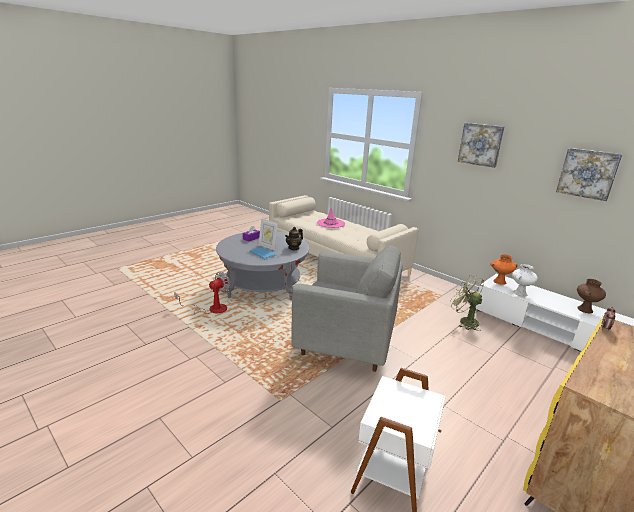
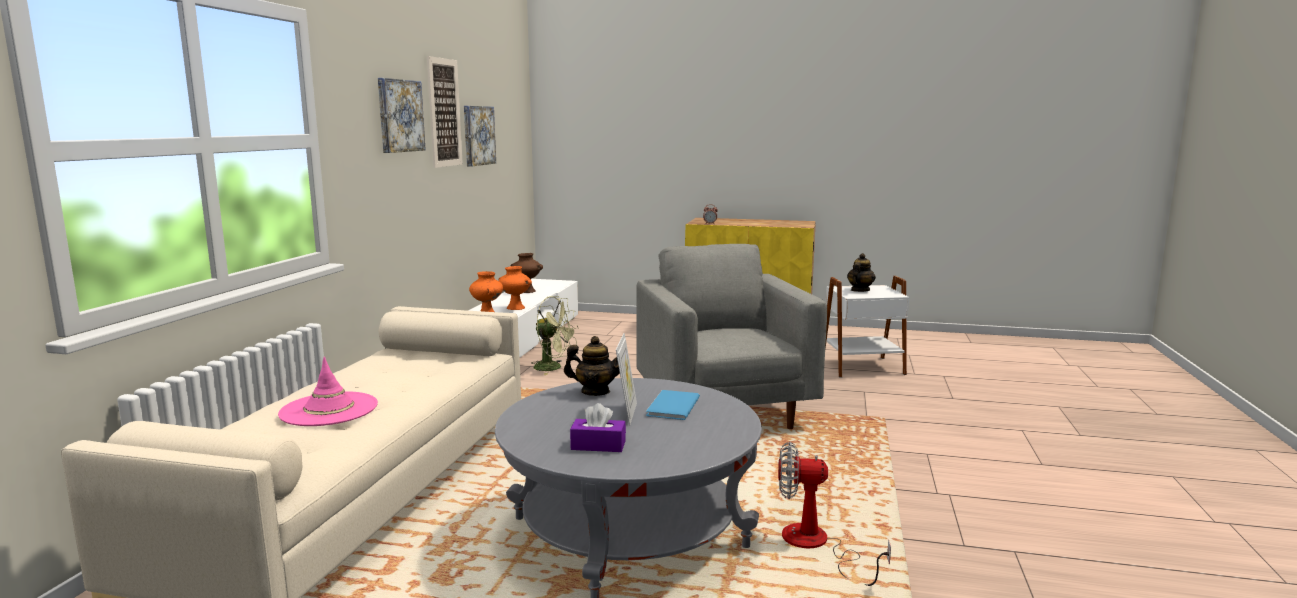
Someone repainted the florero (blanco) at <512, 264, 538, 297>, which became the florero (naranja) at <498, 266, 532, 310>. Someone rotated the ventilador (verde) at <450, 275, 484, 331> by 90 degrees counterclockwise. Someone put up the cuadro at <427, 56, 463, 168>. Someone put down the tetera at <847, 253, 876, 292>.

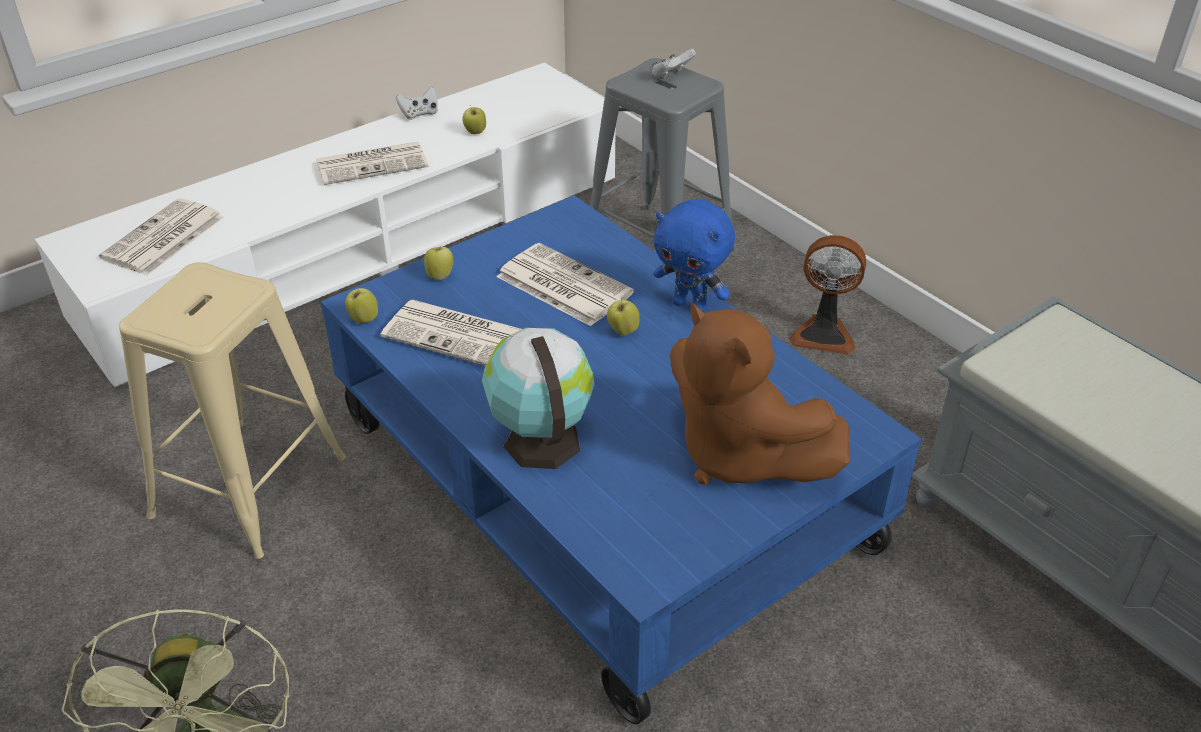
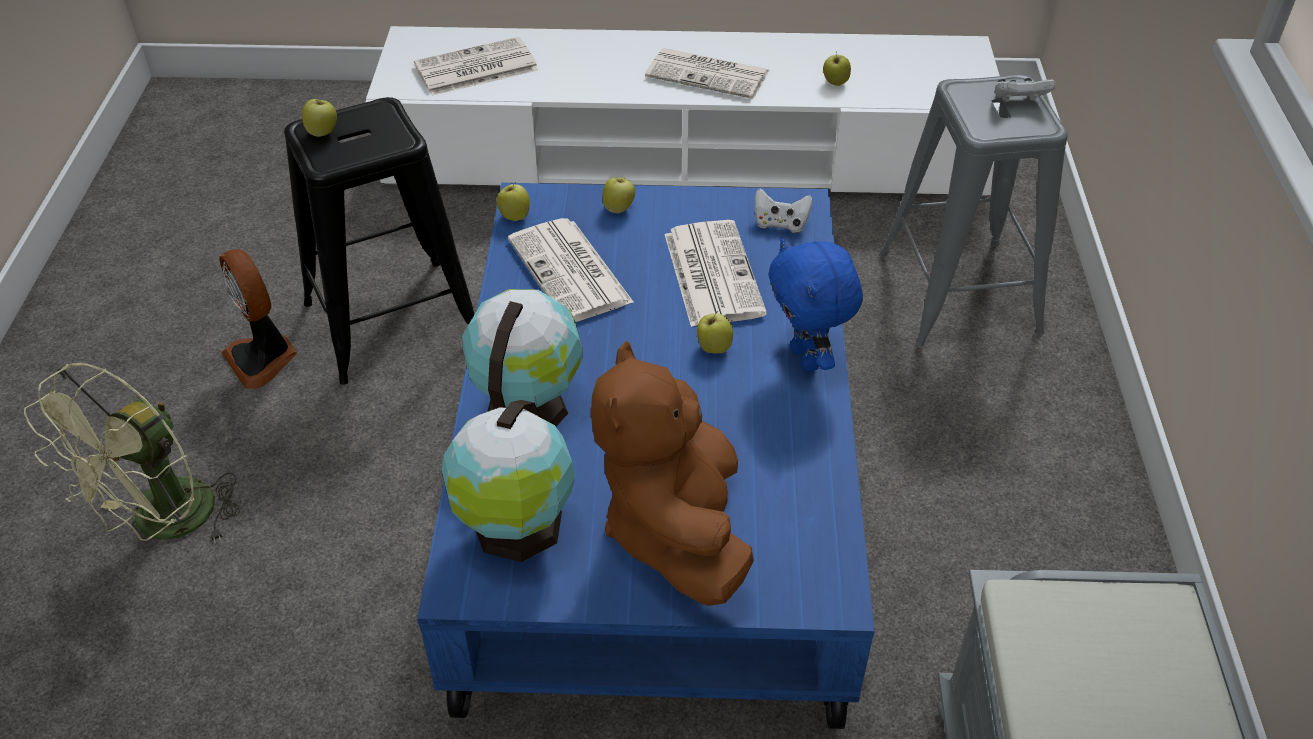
Someone carried the mando de consola (blanco) from <396, 86, 438, 120> to <755, 188, 812, 233>. Someone carried the ventilador from <789, 235, 866, 354> to <219, 249, 297, 389>. Someone repainted the taburete (beis) at <119, 262, 346, 559>, which became the taburete (negro) at <284, 97, 475, 385>. Someone put down the manzana at <302, 99, 337, 137>. Someone put down the globo terráqueo at <442, 400, 575, 562>.

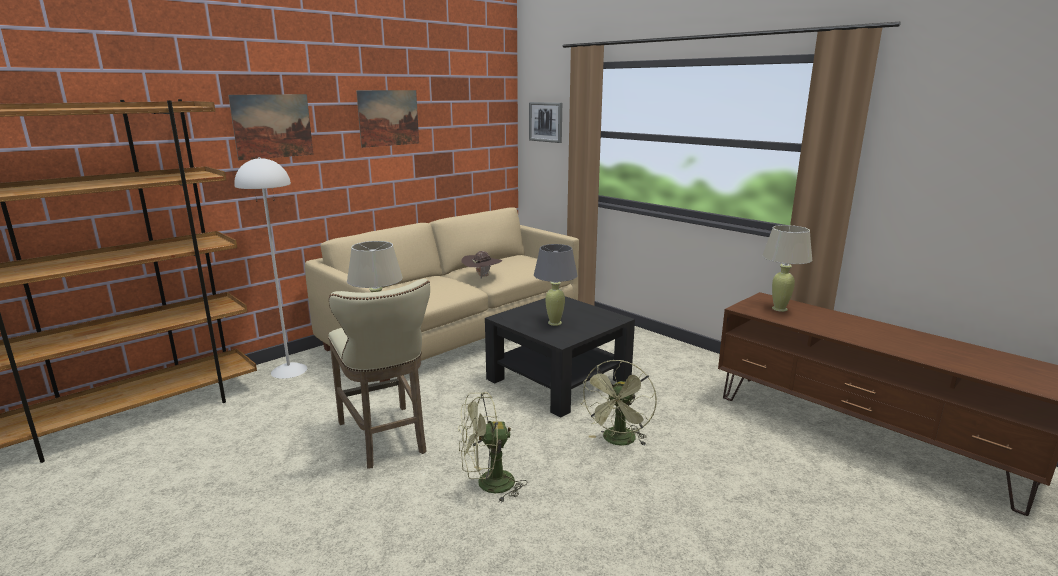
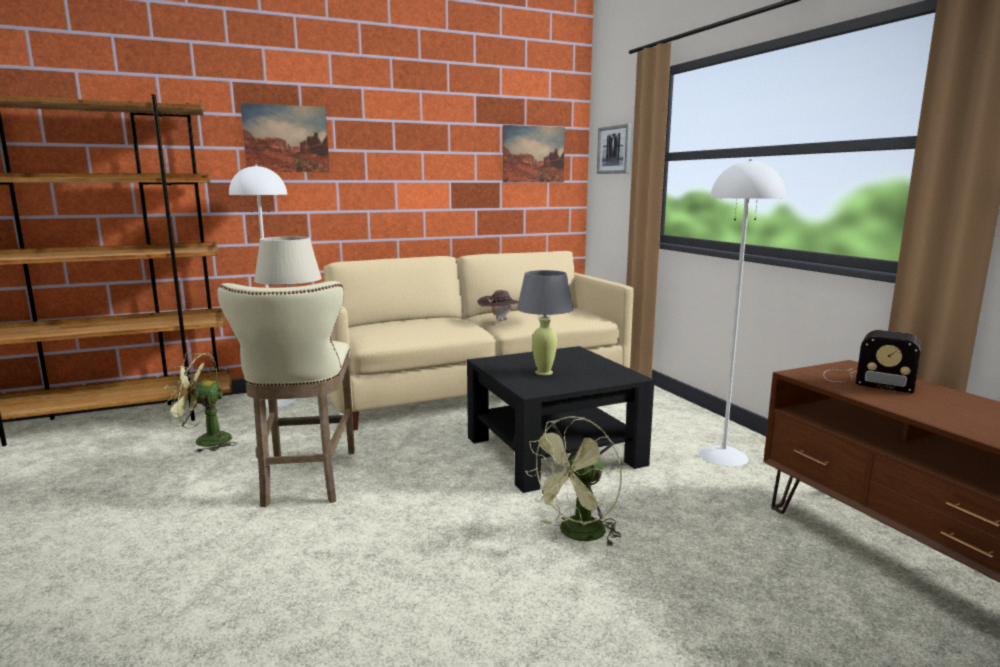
Someone carried the cuadro from <356, 90, 419, 148> to <503, 125, 565, 183>. Someone swapped the lámpara de mesa (beis) at <762, 225, 812, 312> for the radio at <823, 330, 922, 394>. Someone carried the ventilador (verde) from <458, 392, 528, 503> to <164, 353, 237, 452>. Someone put down the lámpara de pie (blanco) at <699, 159, 786, 467>.

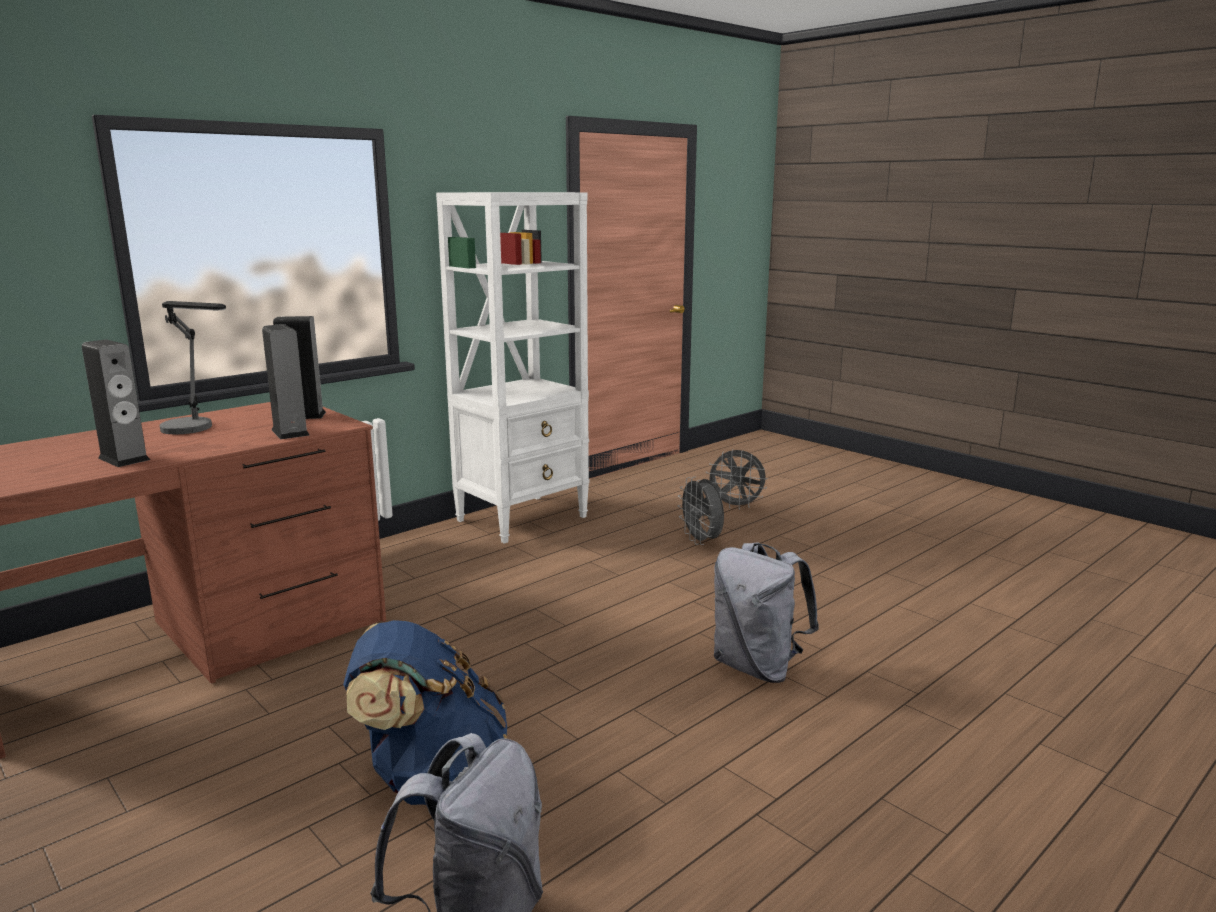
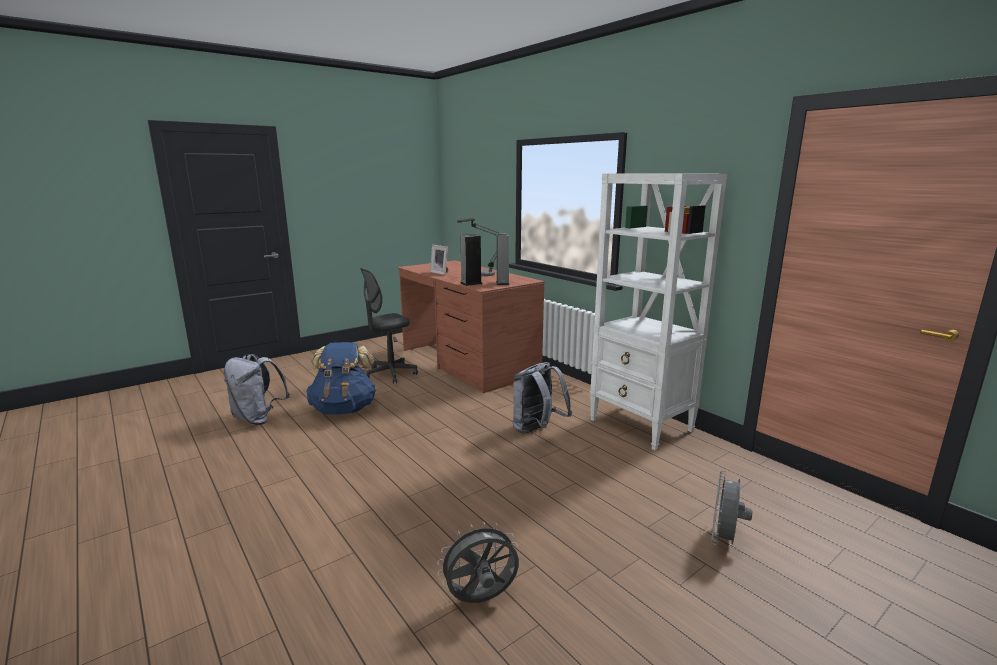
Someone swapped the altavoz at <82, 340, 150, 467> for the portarretratos at <430, 245, 448, 275>. Someone carried the ventilador (gris) from <678, 477, 724, 545> to <437, 521, 519, 603>. Someone carried the mochila (gris) from <714, 542, 819, 683> to <513, 362, 572, 433>. Someone put down the silla de oficina (gris) at <360, 268, 418, 384>.

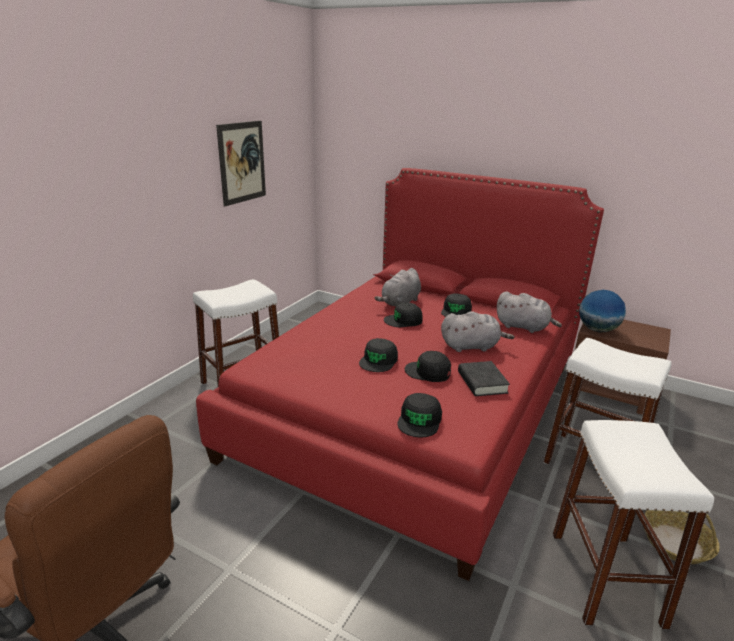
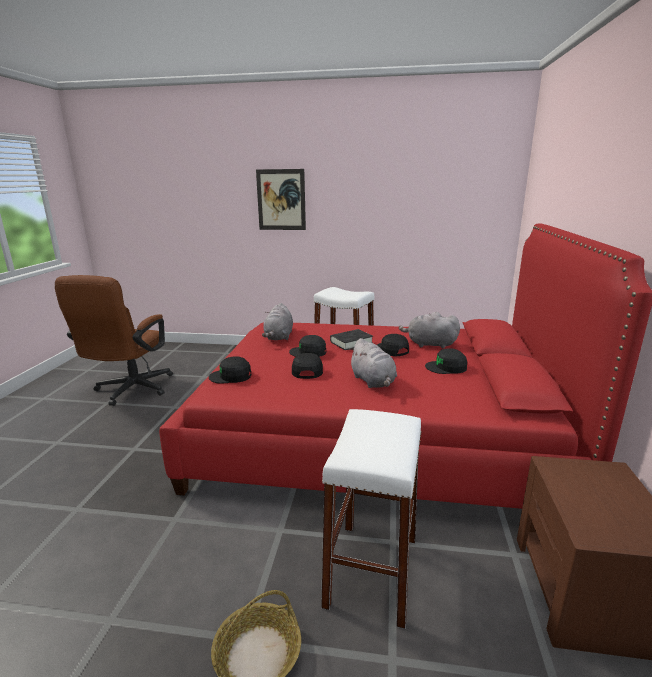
Someone carried the cuadro from <216, 121, 266, 207> to <256, 169, 306, 230>. Someone took away the globo terráqueo at <579, 290, 626, 333>. Someone carried the peluche (gris) from <496, 291, 562, 333> to <262, 303, 293, 340>. Someone carried the libro (negro) from <458, 361, 510, 396> to <330, 329, 373, 350>. Someone took away the taburete (blanco) at <553, 420, 714, 629>.

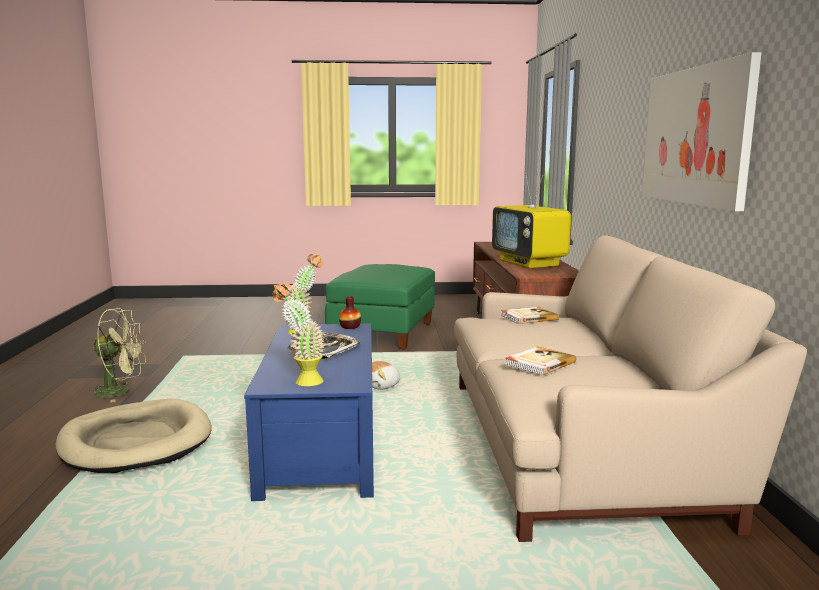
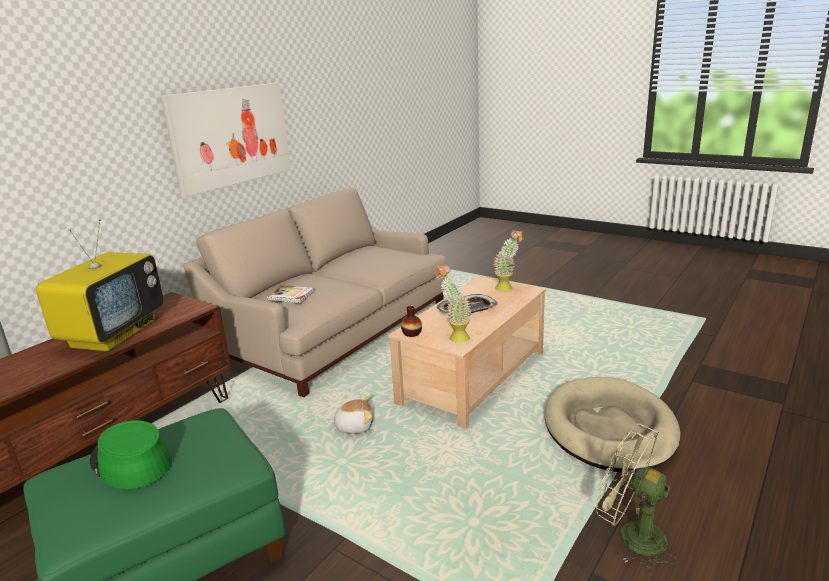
Someone repainted the mesa de centro (azul) at <244, 324, 374, 501>, which became the mesa de centro (beis) at <388, 276, 546, 429>. Someone took away the libro at <505, 346, 576, 376>. Someone put down the sombrero (verde) at <90, 420, 172, 489>.

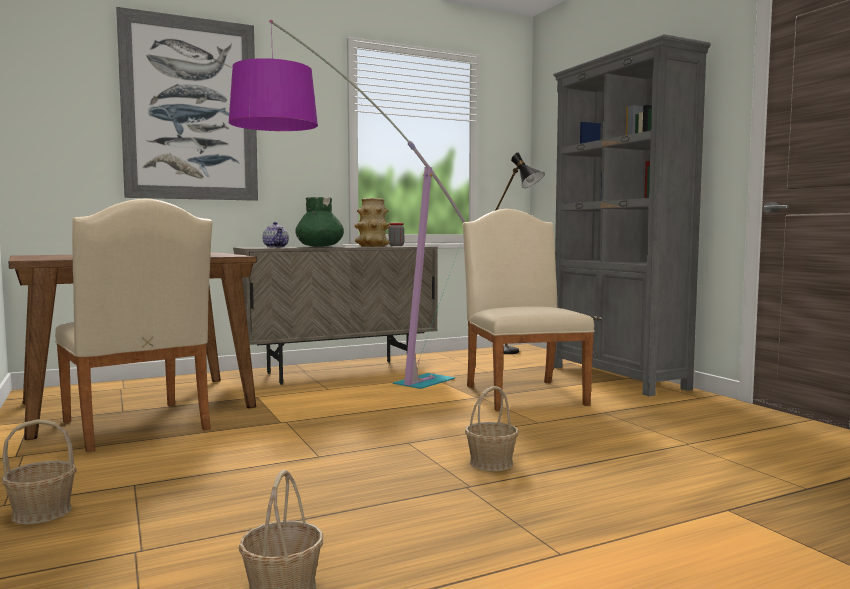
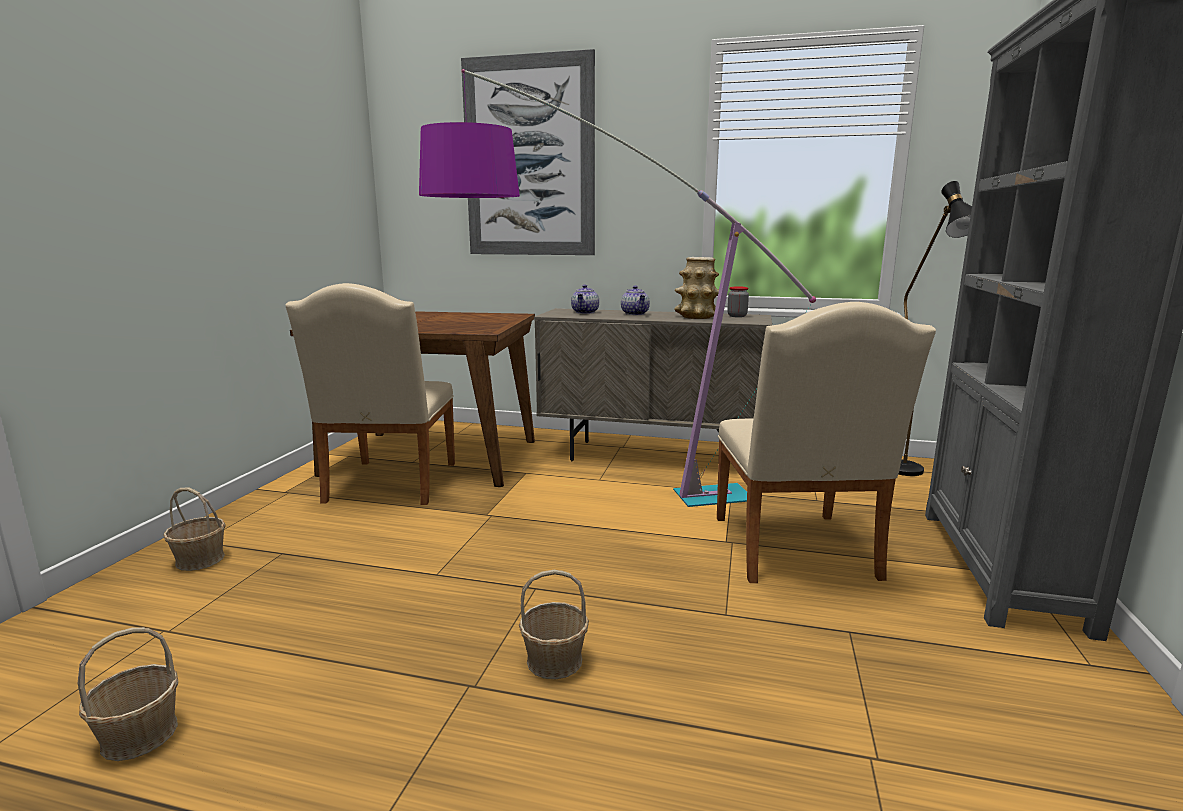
Someone swapped the florero (verde) at <295, 197, 344, 247> for the tetera at <621, 285, 650, 315>. Someone rotated the silla (beis) at <463, 209, 595, 411> by 150 degrees clockwise.

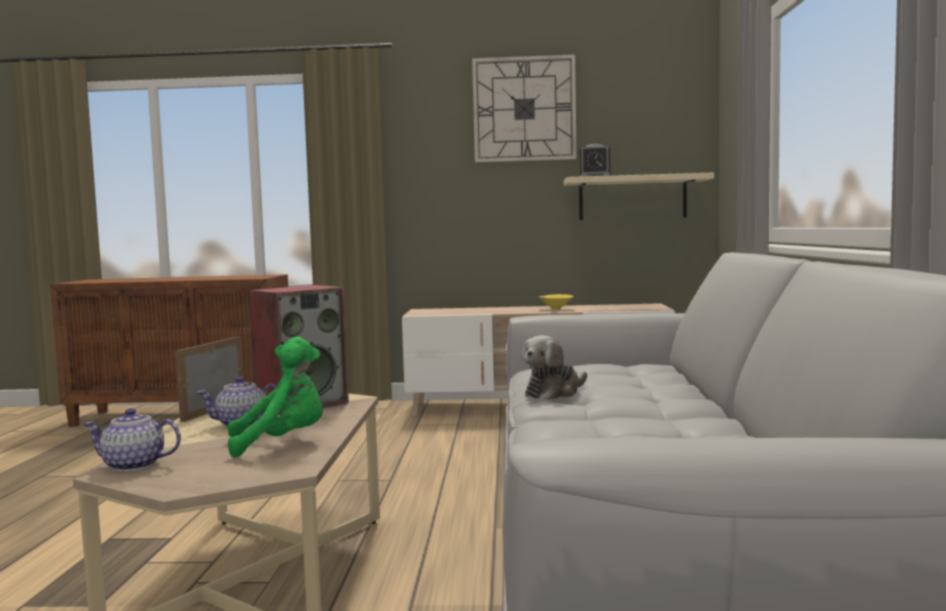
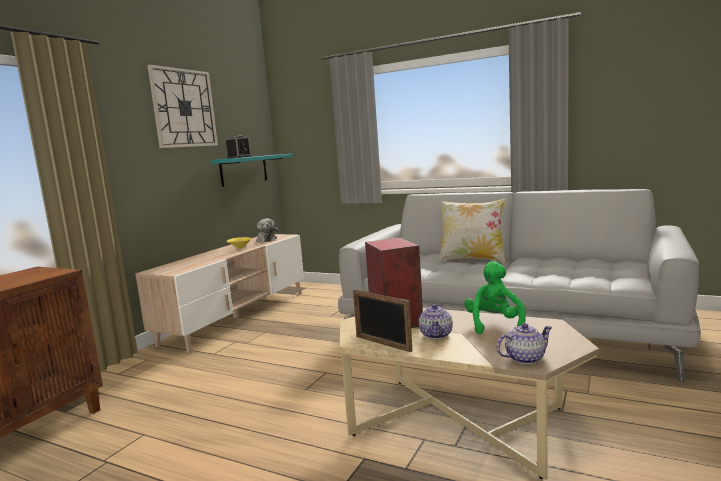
Someone repainted the estante (beis) at <564, 172, 714, 220>, which became the estante (turquesa) at <211, 154, 293, 187>. Someone carried the peluche from <521, 335, 587, 400> to <256, 219, 278, 242>. Someone rotated the tetera at <83, 408, 181, 472> by 135 degrees counterclockwise. Someone put down the cojín at <439, 198, 506, 263>.

